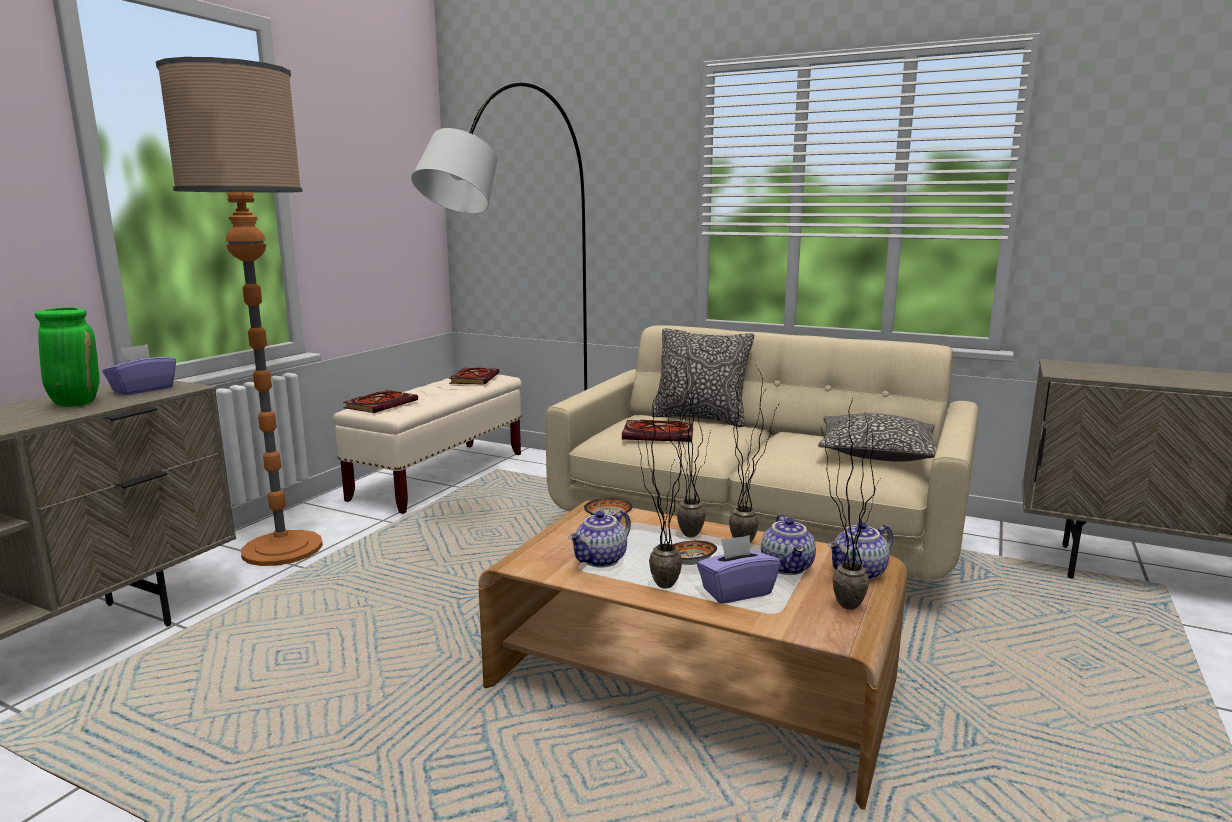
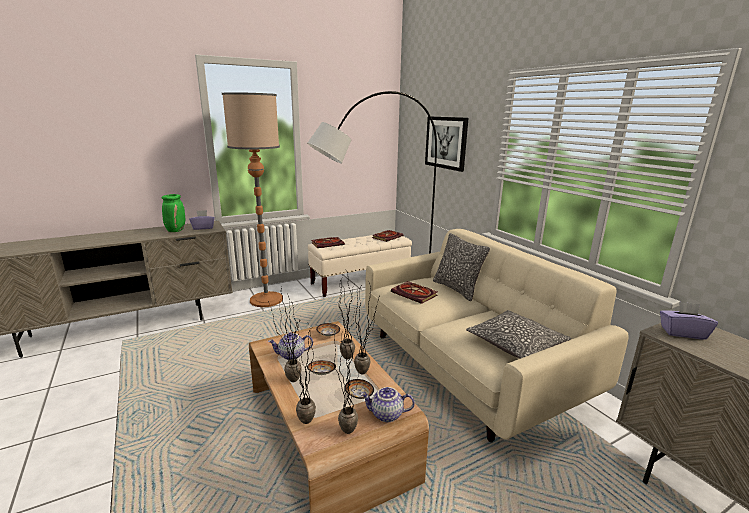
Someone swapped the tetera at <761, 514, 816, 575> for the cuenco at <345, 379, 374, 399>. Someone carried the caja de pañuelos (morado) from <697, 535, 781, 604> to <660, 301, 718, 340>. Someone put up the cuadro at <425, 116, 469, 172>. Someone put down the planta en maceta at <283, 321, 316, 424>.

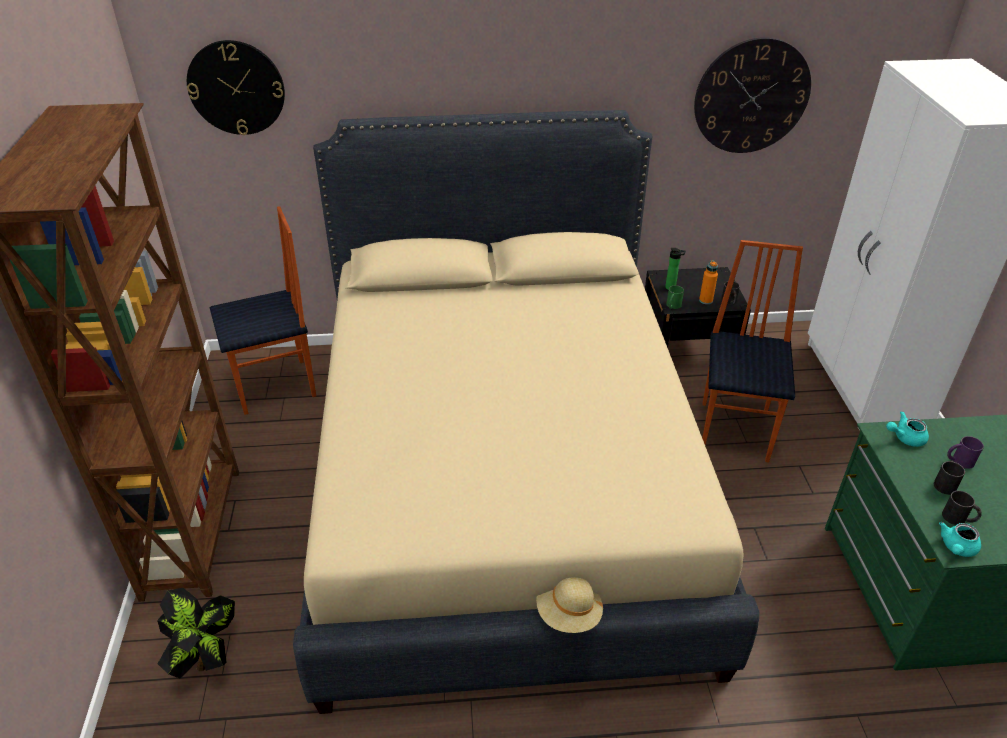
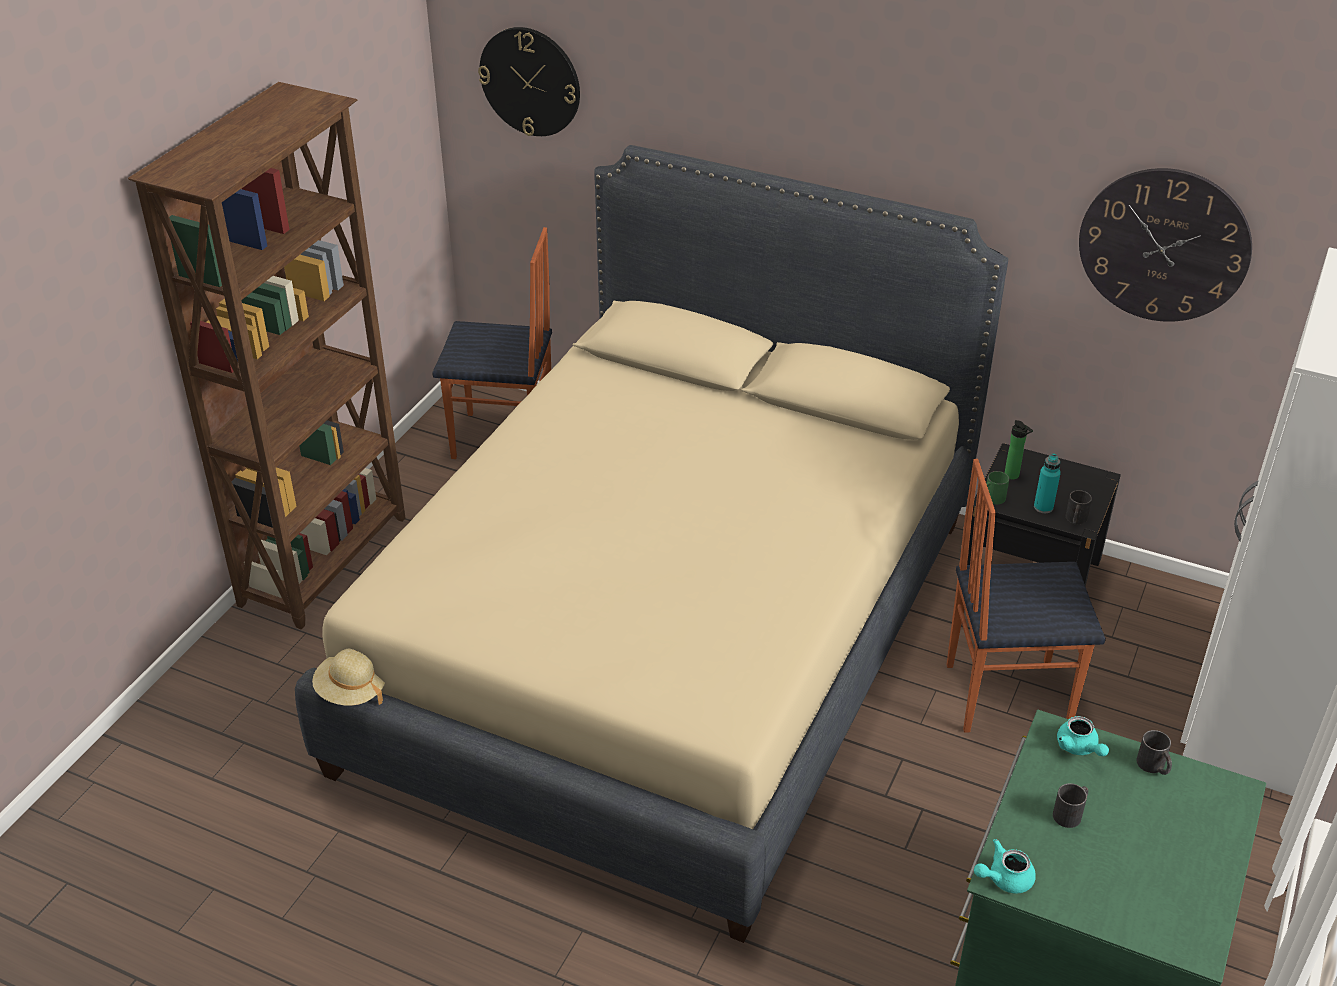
Someone rotated the silla at <702, 240, 803, 463> by 135 degrees counterclockwise. Someone repainted the botella (naranja) at <699, 260, 718, 304>, which became the botella (turquesa) at <1034, 453, 1061, 513>. Someone rotated the tetera (turquesa) at <886, 411, 929, 447> by 135 degrees counterclockwise. Someone took away the taza grande (morado) at <947, 436, 984, 469>. Someone carried the taza grande (negro) from <942, 491, 982, 525> to <1136, 730, 1172, 775>. Someone carried the sombrero (beis) from <536, 577, 603, 633> to <312, 649, 385, 706>. Someone took away the planta en maceta at <157, 588, 235, 679>.

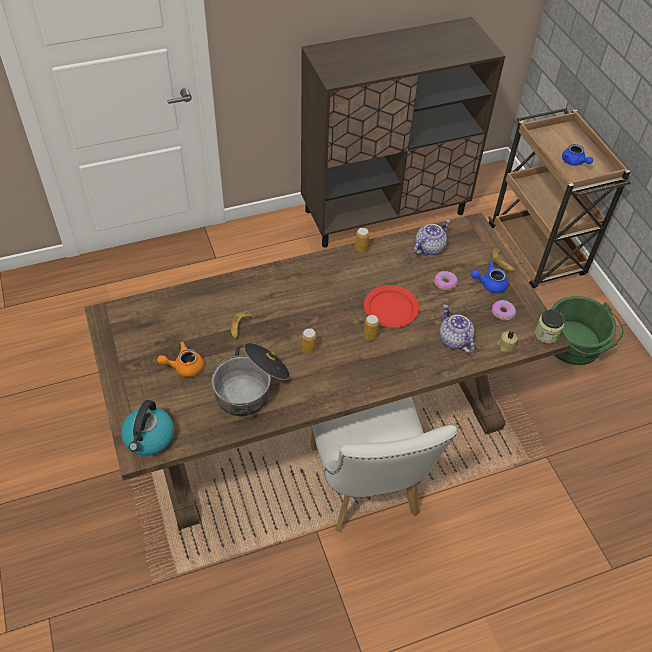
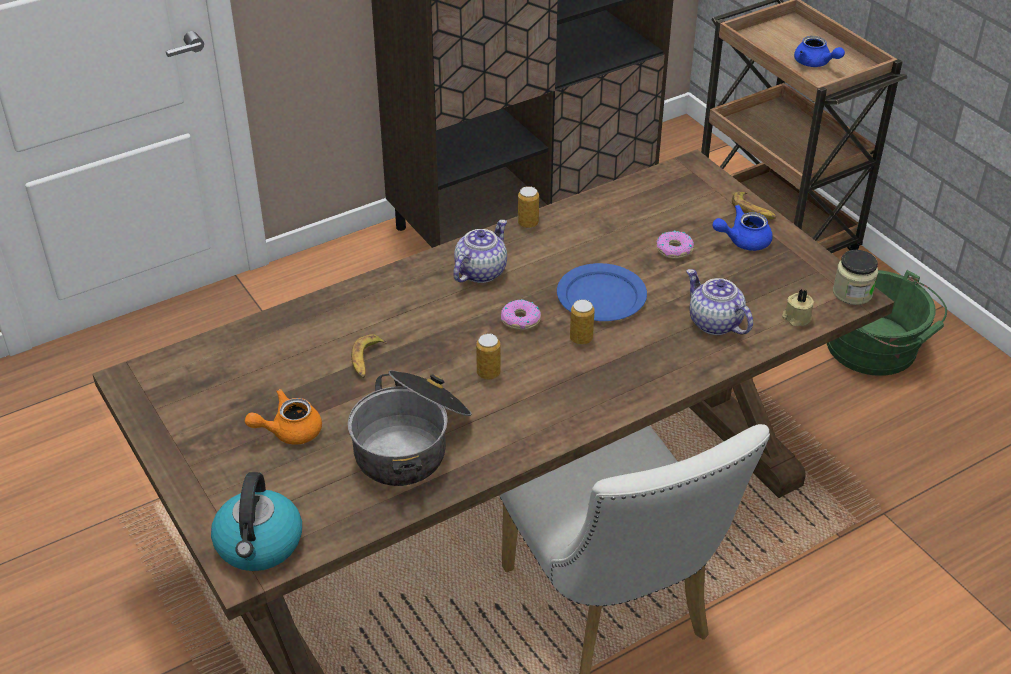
Someone carried the tetera from <413, 220, 450, 256> to <453, 220, 507, 283>. Someone repainted the plato (rojo) at <364, 285, 419, 328>, which became the plato (azul) at <557, 263, 647, 321>. Someone carried the rosquilla from <492, 300, 516, 320> to <501, 299, 541, 330>.

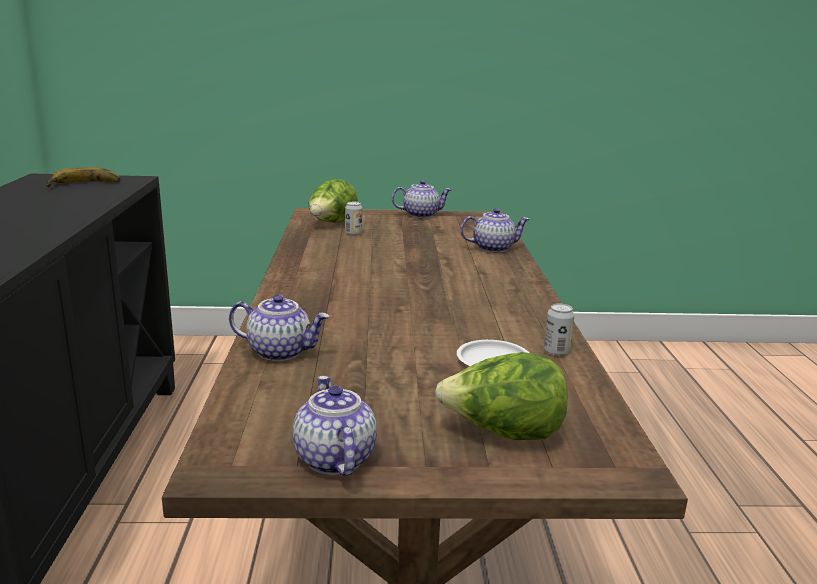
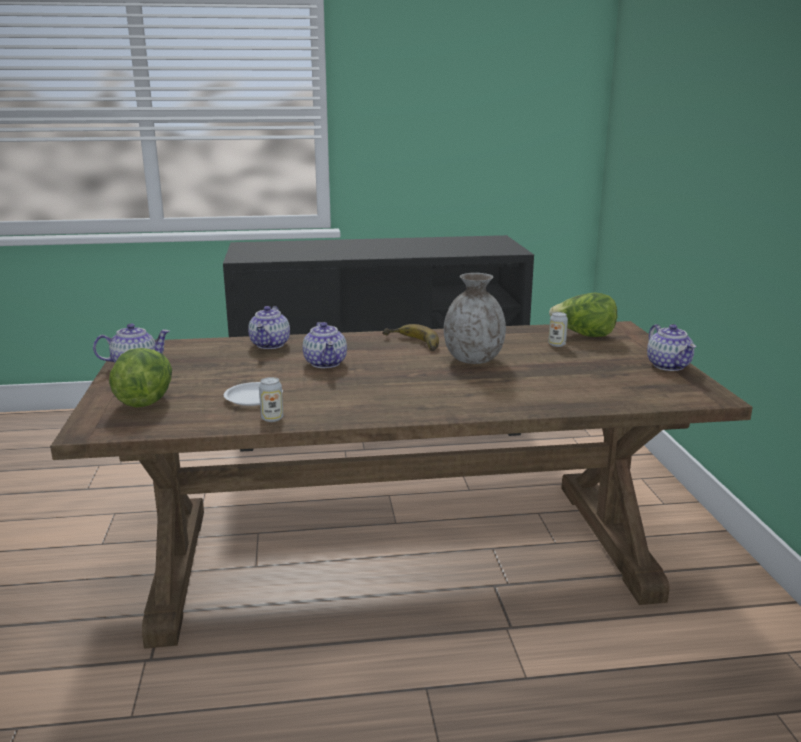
Someone carried the plátano from <46, 167, 121, 187> to <382, 324, 439, 351>. Someone carried the tetera from <460, 208, 530, 253> to <303, 322, 347, 368>. Someone put down the florero (gris) at <444, 273, 506, 364>.

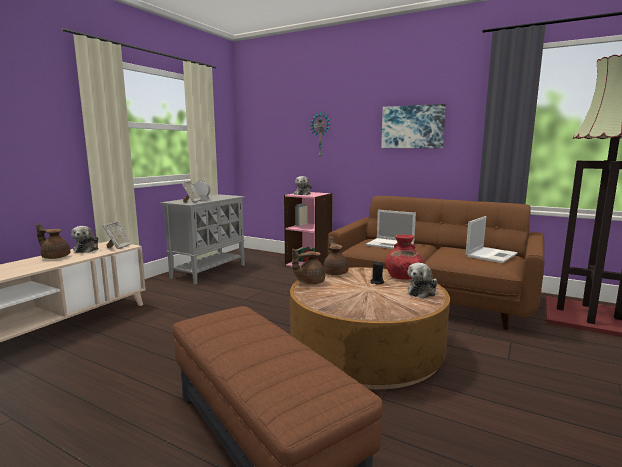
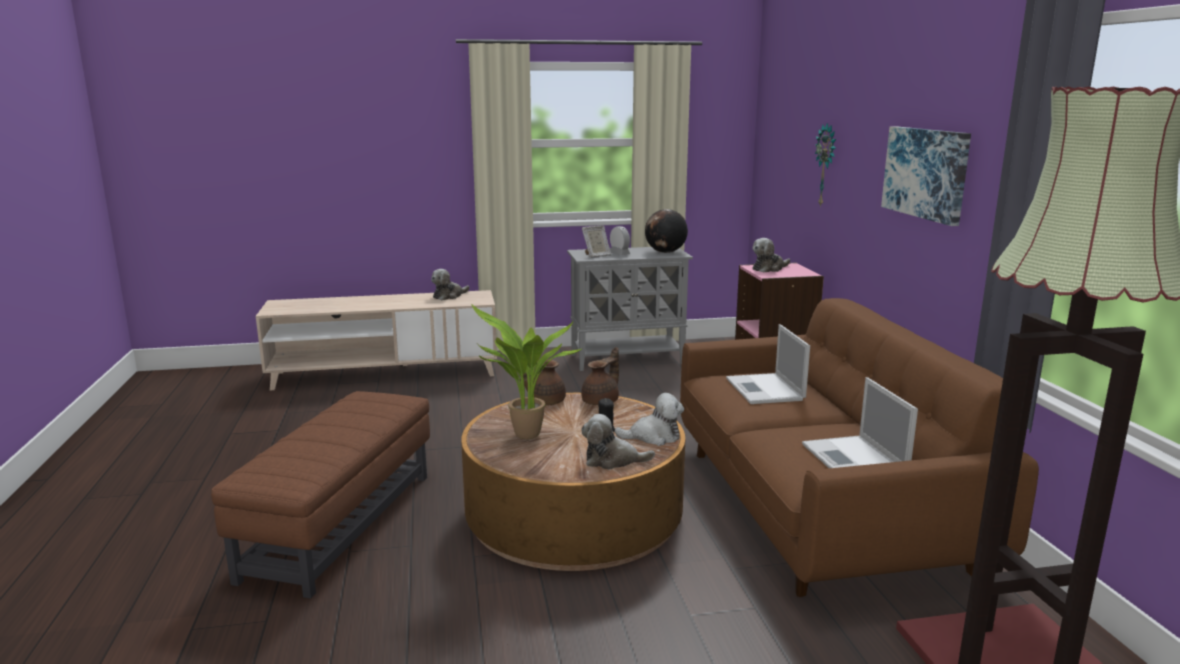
Someone rotated the portátil at <466, 216, 518, 263> by 75 degrees clockwise. Someone took away the portarretratos at <103, 222, 131, 249>. Someone took away the tetera (marrón) at <36, 223, 70, 259>. Someone swapped the florero (rojo) at <385, 235, 423, 280> for the peluche at <614, 393, 684, 446>. Someone put down the globo terráqueo at <645, 209, 688, 253>. Someone put down the planta en maceta at <472, 304, 583, 439>.

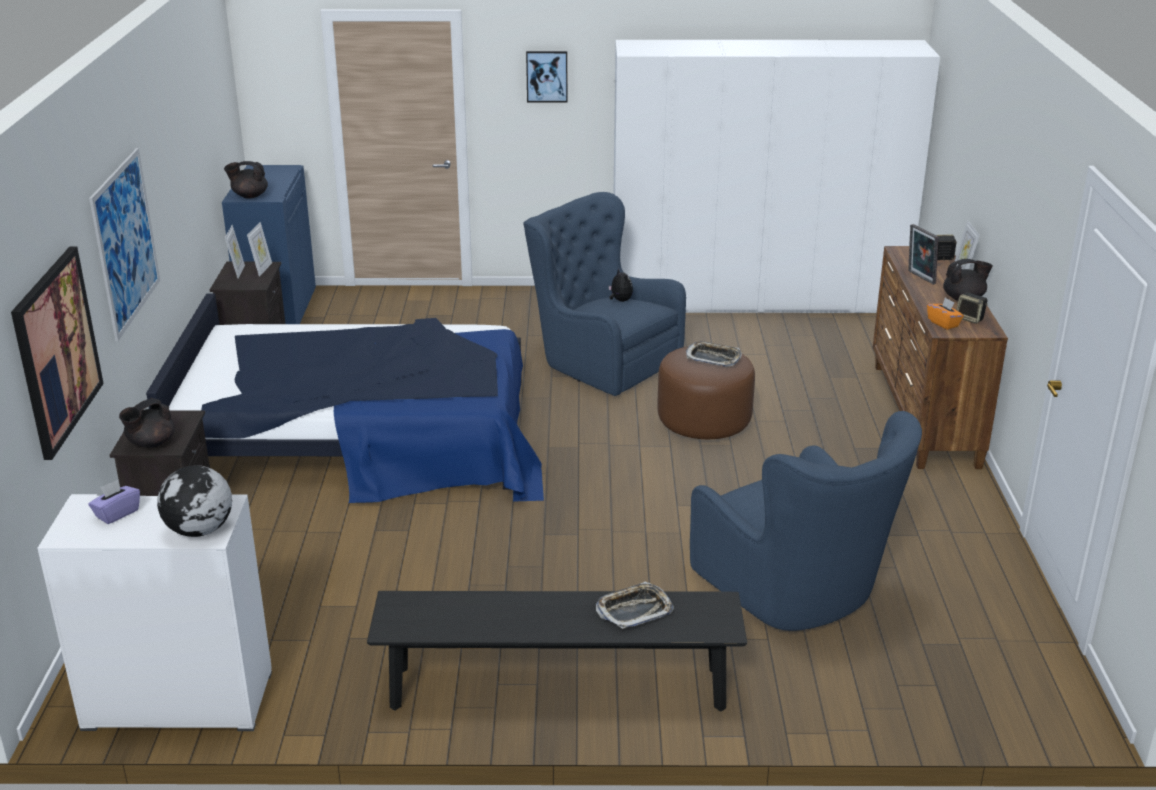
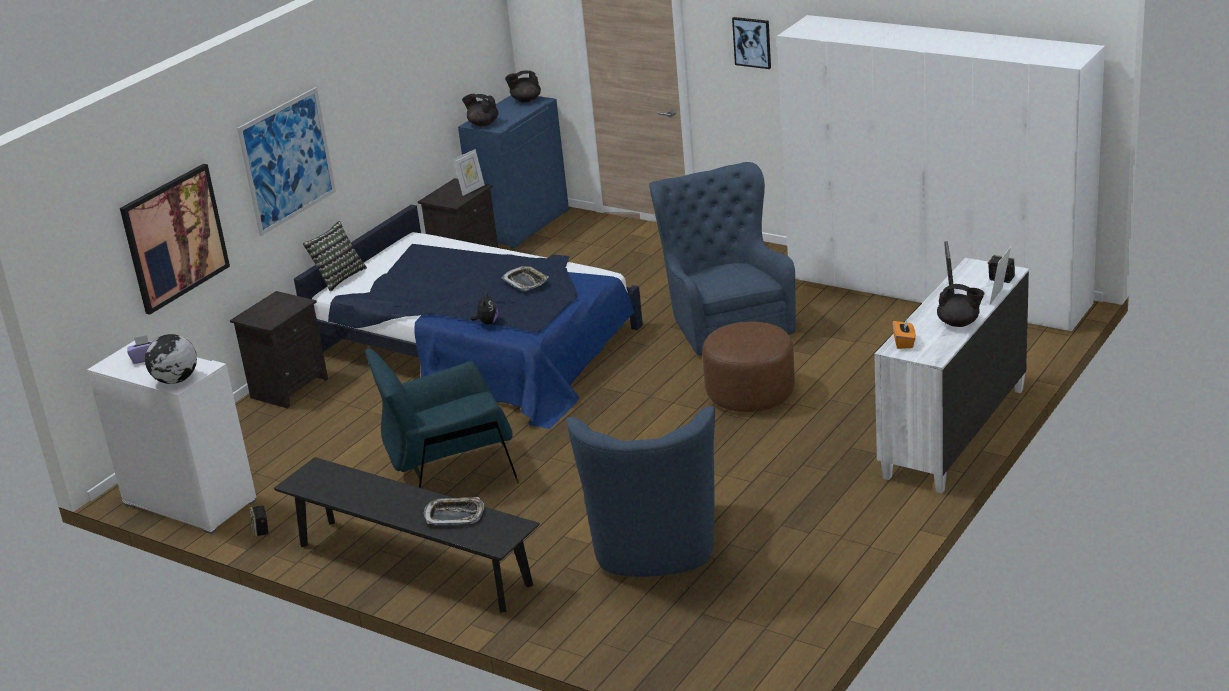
Someone took away the portarretratos at <225, 225, 245, 279>. Someone repainted the cómoda (marrón) at <873, 246, 1008, 469>, which became the cómoda (blanco) at <874, 258, 1029, 493>. Someone carried the peluche from <608, 268, 633, 302> to <470, 290, 498, 325>. Someone carried the altavoz from <956, 292, 988, 324> to <249, 505, 270, 537>. Someone carried the bandeja from <686, 342, 742, 367> to <502, 266, 549, 291>. Someone carried the tetera (negro) from <119, 398, 175, 448> to <505, 70, 541, 102>. Someone put down the cojín at <303, 221, 367, 292>. Someone put down the sillón (azul) at <365, 348, 519, 488>.

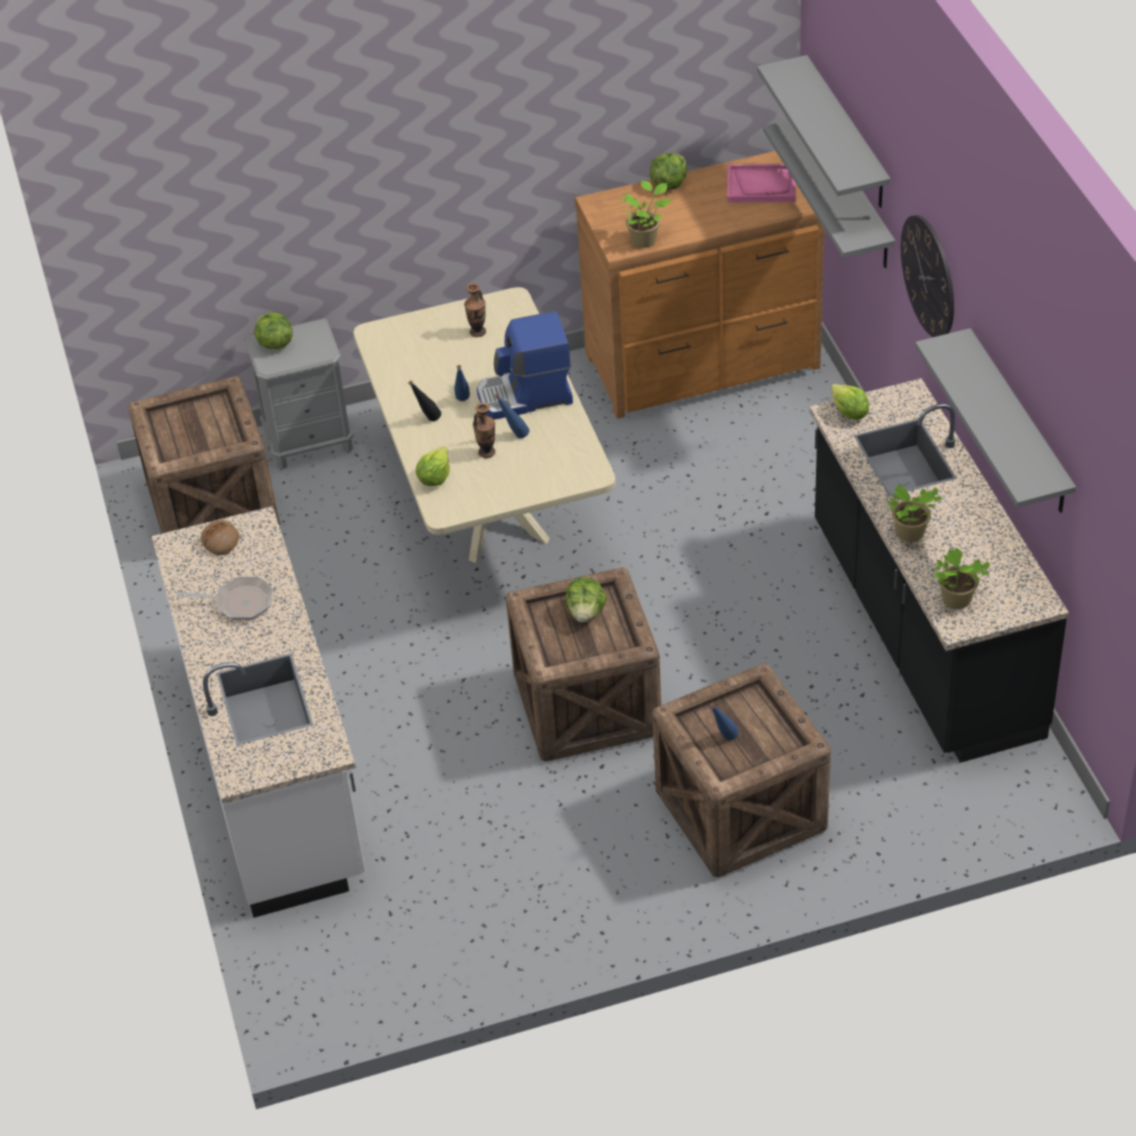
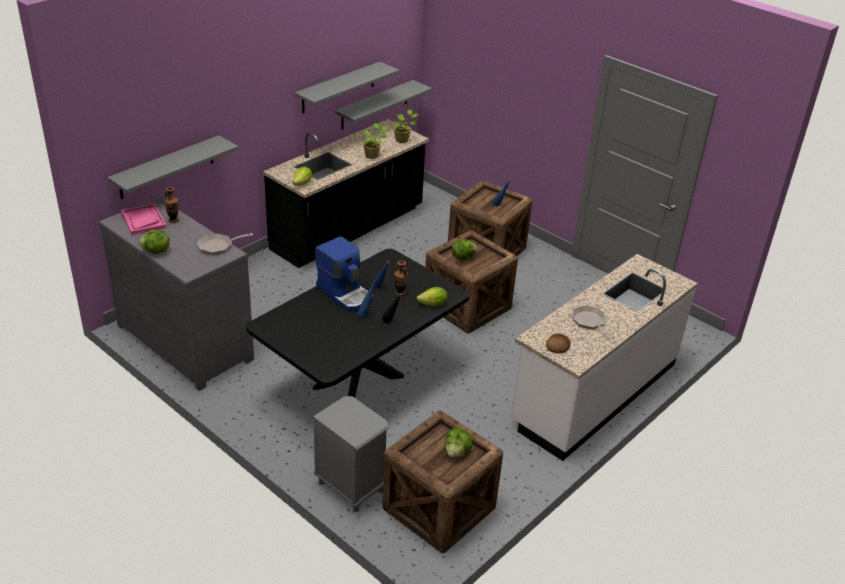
Someone carried the estante (gris) from <757, 55, 890, 208> to <335, 80, 432, 130>. Someone repainted the cómoda (marrón) at <575, 151, 825, 419>, which became the cómoda (gris) at <99, 197, 254, 391>. Someone swapped the planta en maceta at <619, 181, 671, 248> for the sartén at <197, 233, 253, 255>. Someone took away the reloj de pared at <901, 215, 954, 337>. Someone carried the florero from <464, 283, 486, 337> to <164, 187, 179, 223>. Someone repainted the mesa de comedor (beis) at <354, 287, 616, 563>, which became the mesa de comedor (negro) at <246, 249, 470, 398>. Someone carried the lechuga from <254, 312, 293, 349> to <444, 428, 472, 457>.

